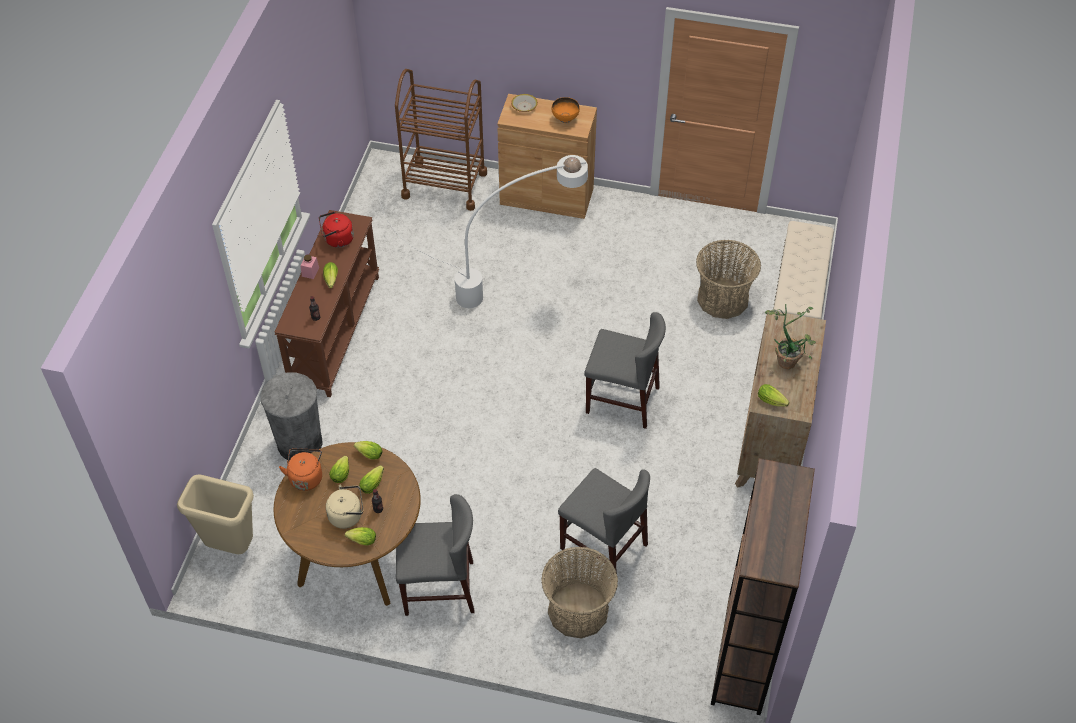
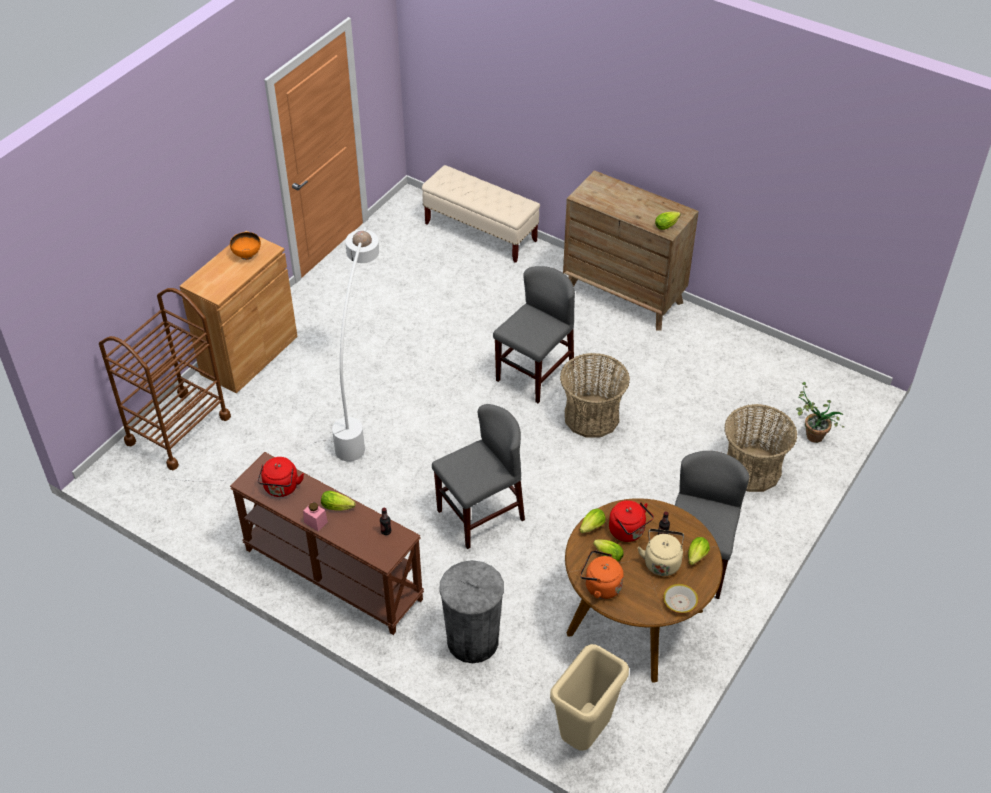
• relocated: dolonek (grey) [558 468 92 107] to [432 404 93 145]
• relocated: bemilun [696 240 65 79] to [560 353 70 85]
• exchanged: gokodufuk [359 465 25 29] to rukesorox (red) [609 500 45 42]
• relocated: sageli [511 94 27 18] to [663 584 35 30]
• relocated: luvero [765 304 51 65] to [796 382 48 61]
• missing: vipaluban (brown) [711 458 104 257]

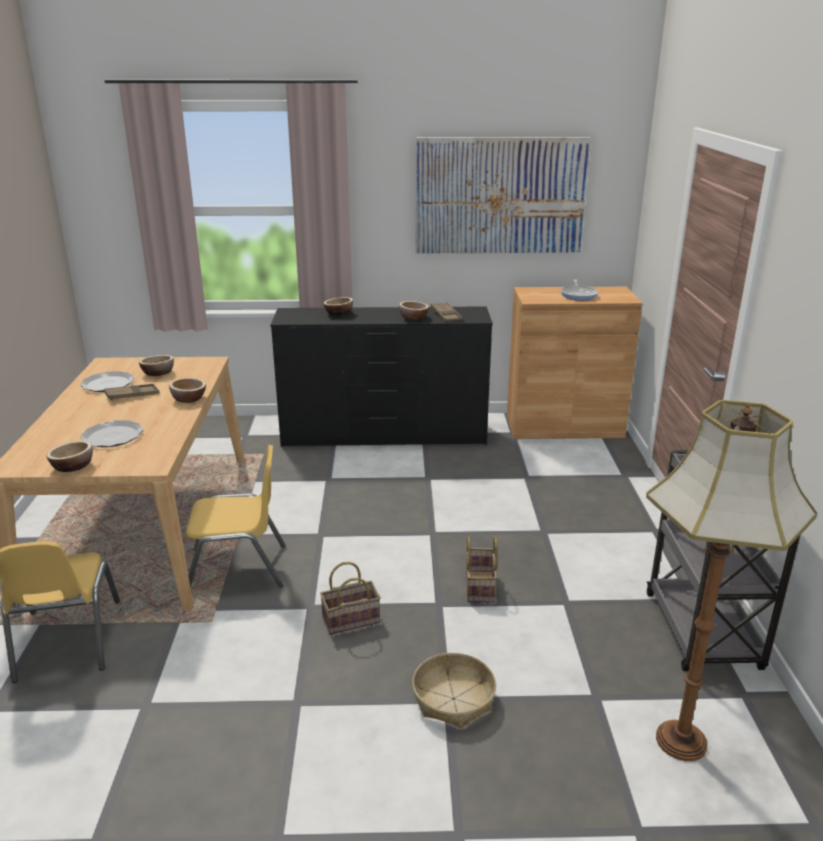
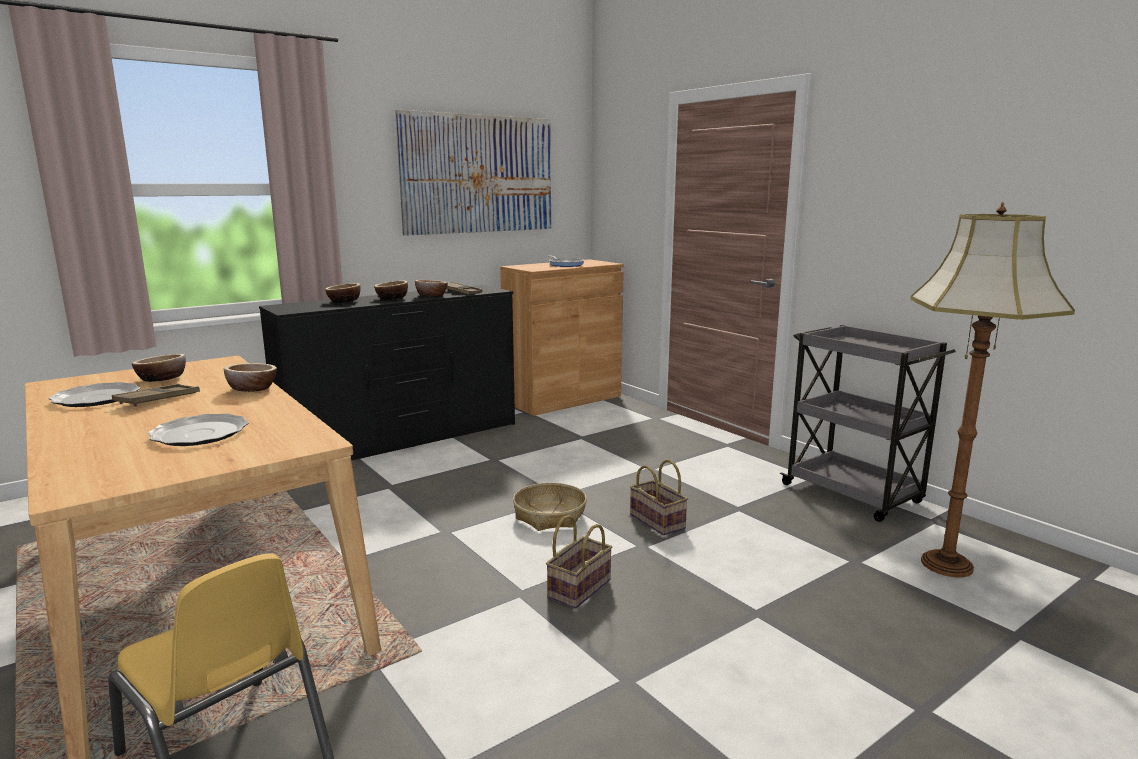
• relocated: sageli [46 441 47 31] to [374 281 34 19]
• relocated: bemilun [412 653 84 75] to [513 483 74 48]
• missing: dolonek (yellow) [186 445 99 143]

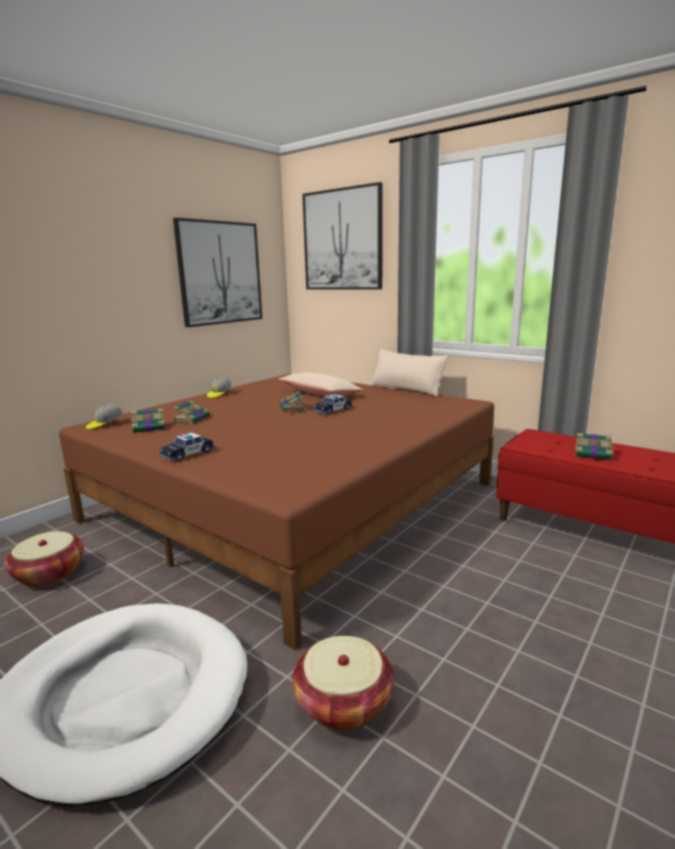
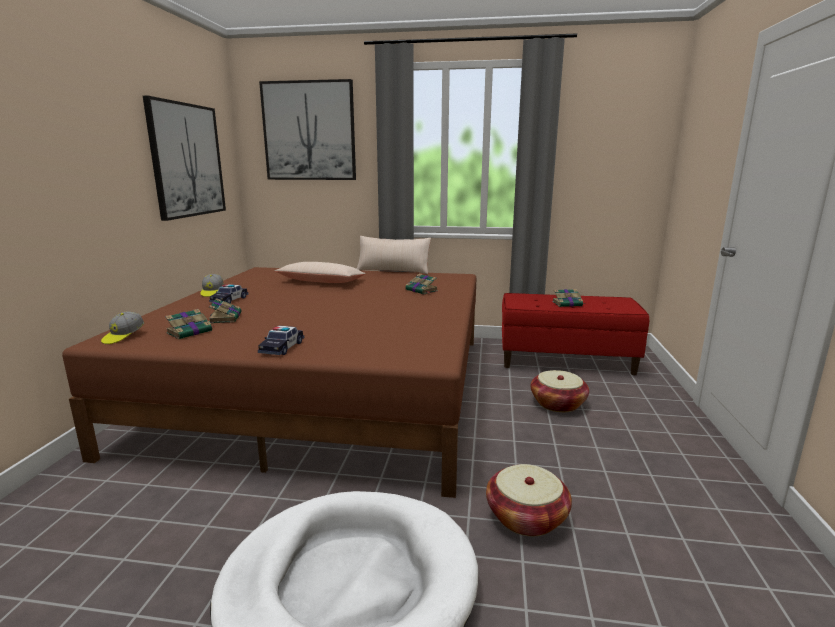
• relocated: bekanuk [313 394 39 21] to [209 284 39 19]
• relocated: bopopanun [280 391 26 22] to [405 274 33 21]
• relocated: bemilun [5 531 79 56] to [531 370 58 42]

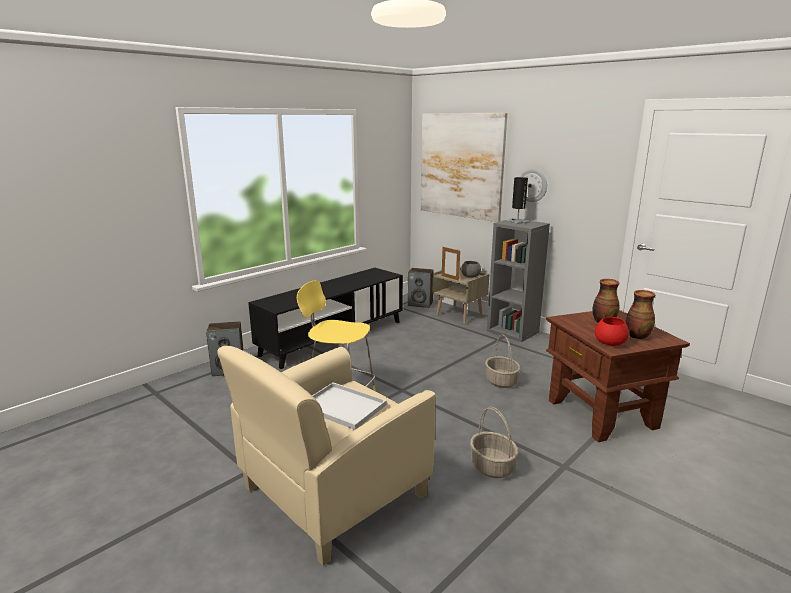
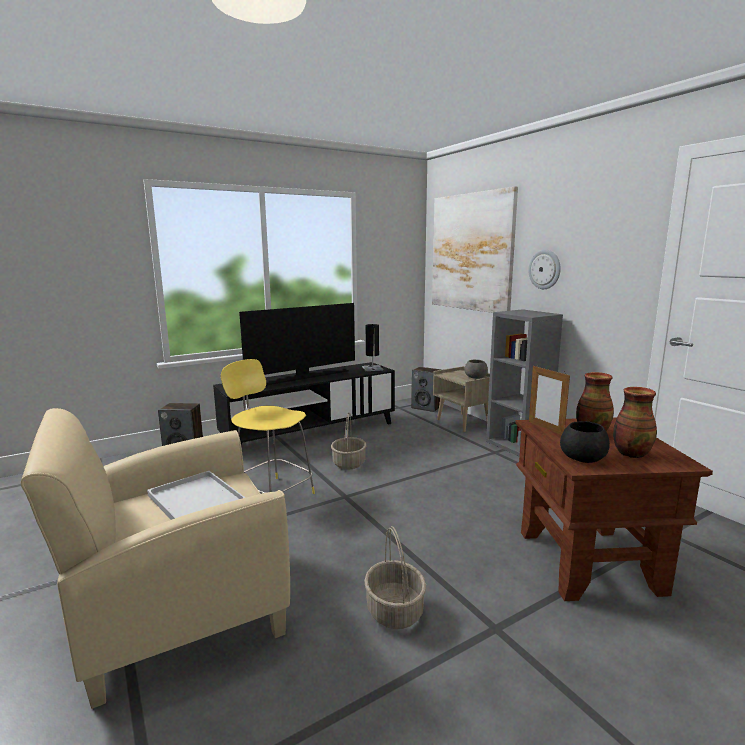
• appeared: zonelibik [239 303 116 82]
• relocated: bemilun [485 335 35 53] to [331 412 36 58]
• relocated: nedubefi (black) [505 177 25 47] to [362 324 21 47]
• relocated: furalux [442 247 18 34] to [529 366 41 69]
• colour: sageli (red) [595 317 34 29] to sageli (black) [560 421 50 42]

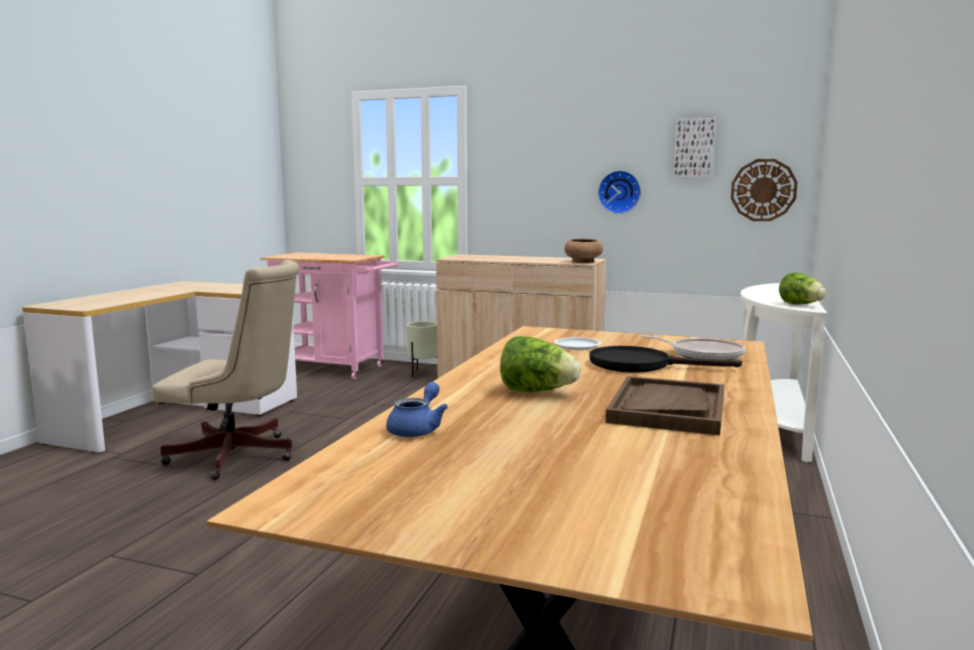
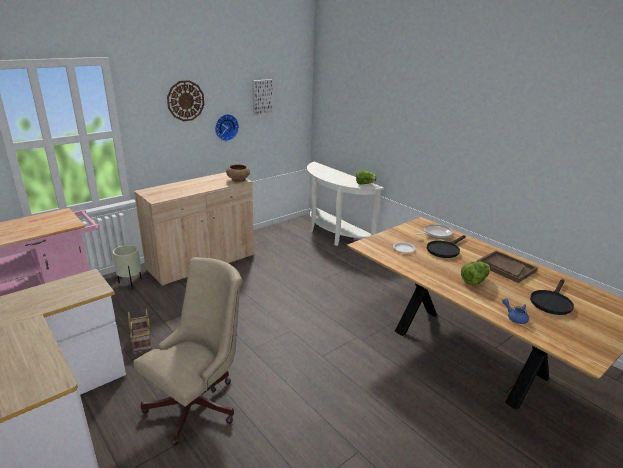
• appeared: bemilun [128 309 23 43]
• relocated: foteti [731 159 66 62] to [167 80 37 41]
• appeared: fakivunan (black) [530 279 44 36]

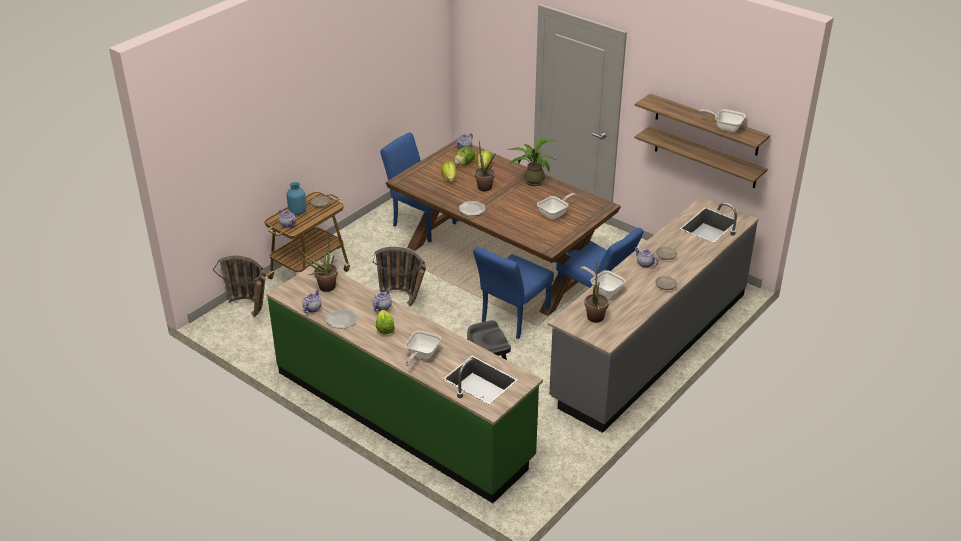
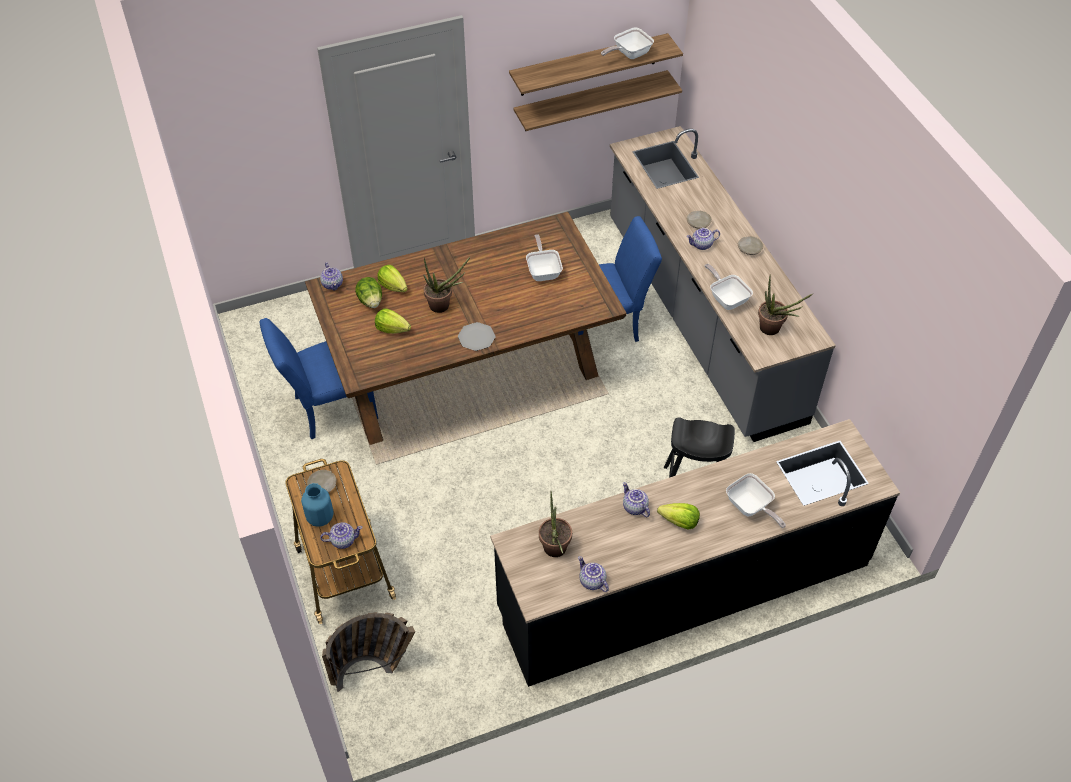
• colour: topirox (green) [266 261 277 242] to topirox (black) [490 419 410 268]
• spun: fakivunan [580 266 45 32] = [705 264 48 46] 75 degrees clockwise
• missing: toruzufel [326 309 31 20]
• missing: bemilun [373 247 53 60]
• missing: dolonek (blue) [473 246 81 93]
• missing: luvero [506 138 51 48]

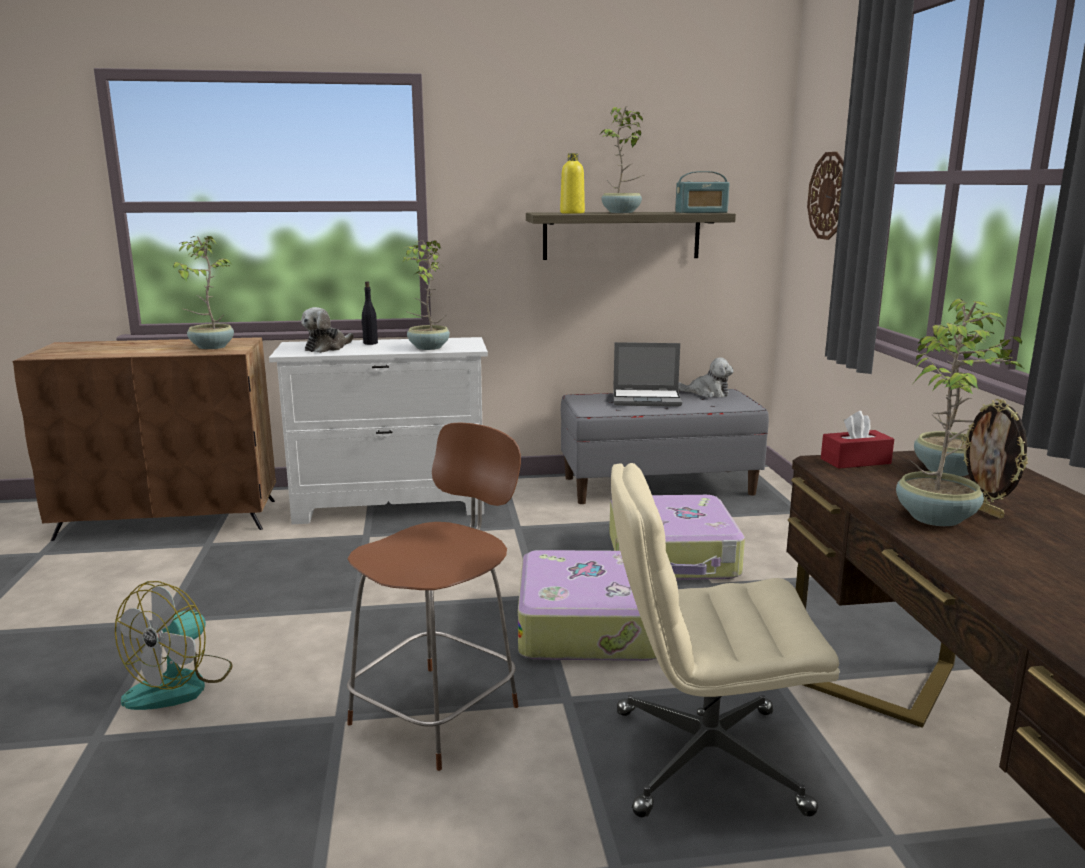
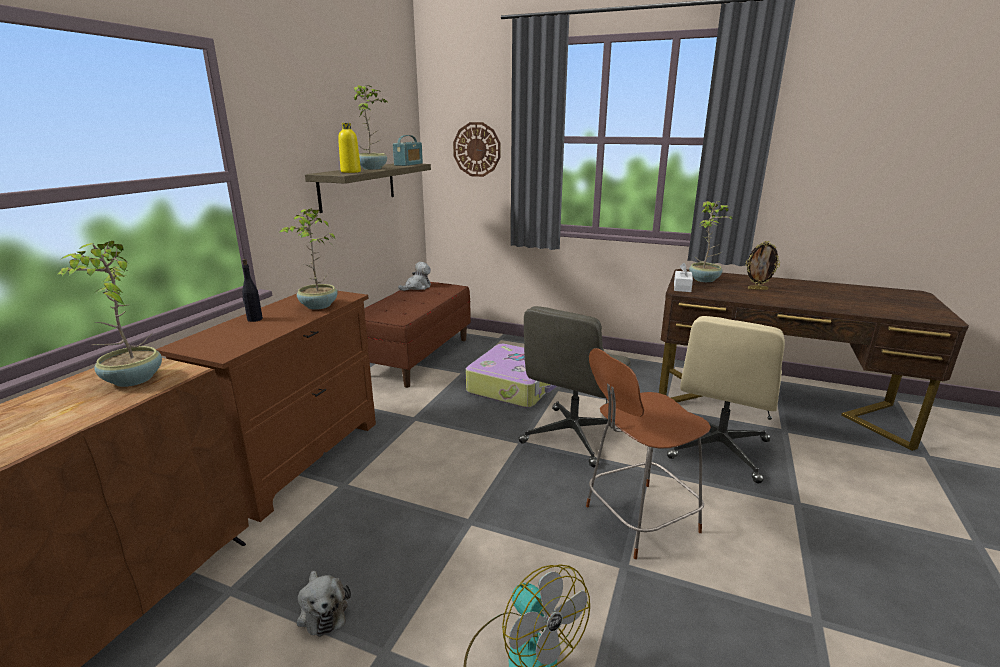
• colour: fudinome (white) [269 337 219 187] to fudinome (brown) [156 291 220 231]
• relocated: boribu [301 307 53 46] to [296 571 55 66]
• colour: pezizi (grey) [561 389 208 115] to pezizi (brown) [364 282 107 106]
• exchanged: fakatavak [518 550 139 111] to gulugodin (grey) [518 306 113 161]
• spun: dolonek (brown) [347 422 174 349] = [586 348 125 211] 90 degrees counterclockwise
• colour: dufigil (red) [821 411 73 58] to dufigil (white) [674 263 19 29]
• missing: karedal [613 342 69 65]
• missing: luvero [896 321 127 205]

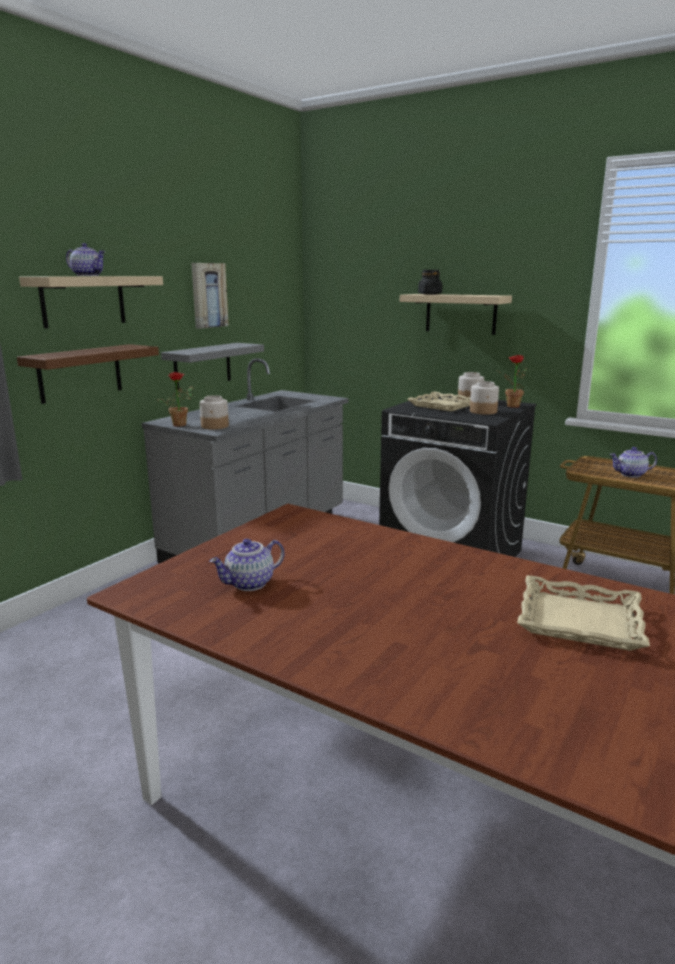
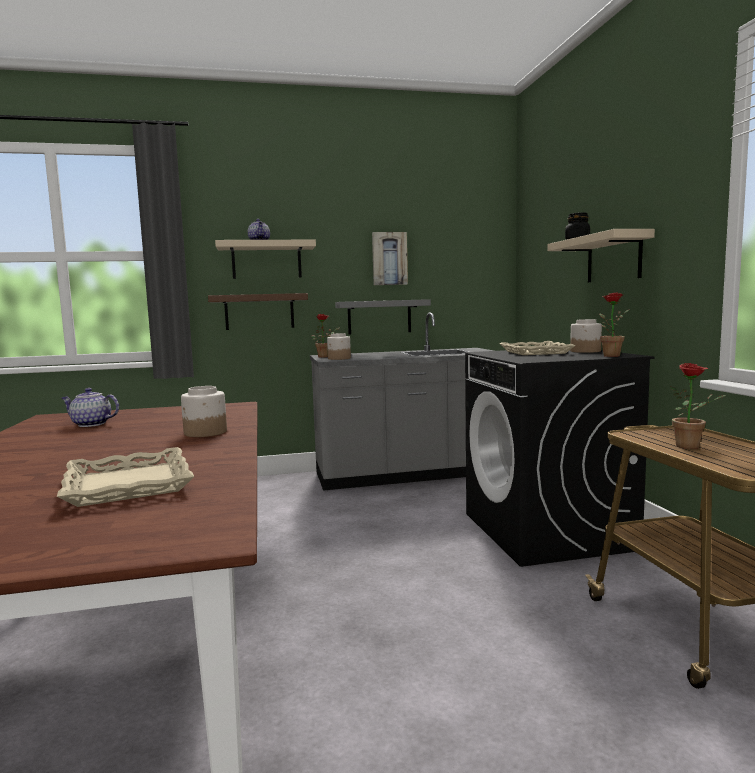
• relocated: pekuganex [470 381 29 34] to [181 386 46 51]
• exchanged: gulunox [610 447 47 31] to luvero [670 363 56 86]

